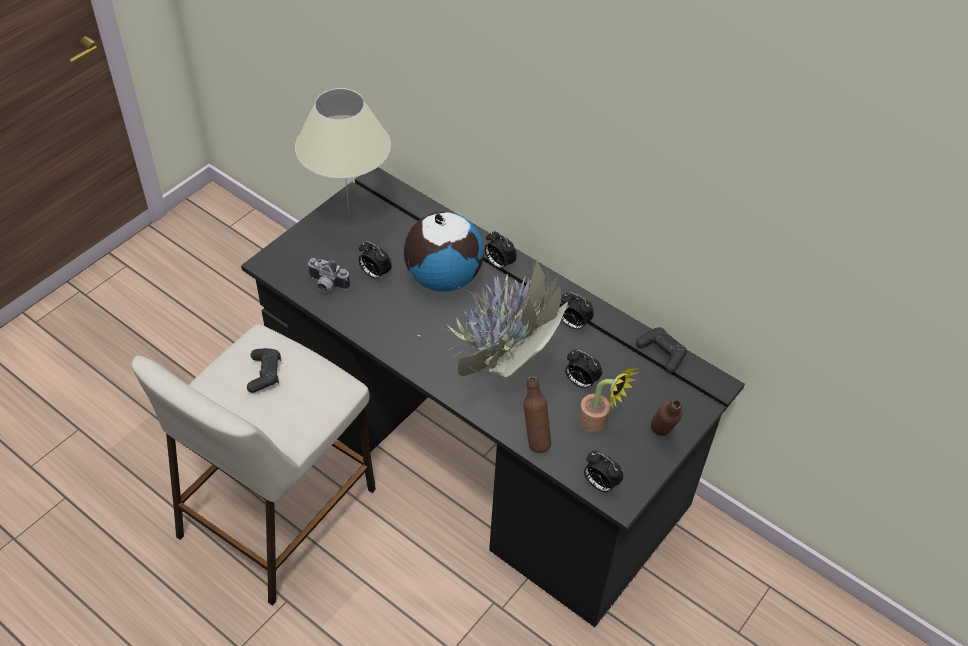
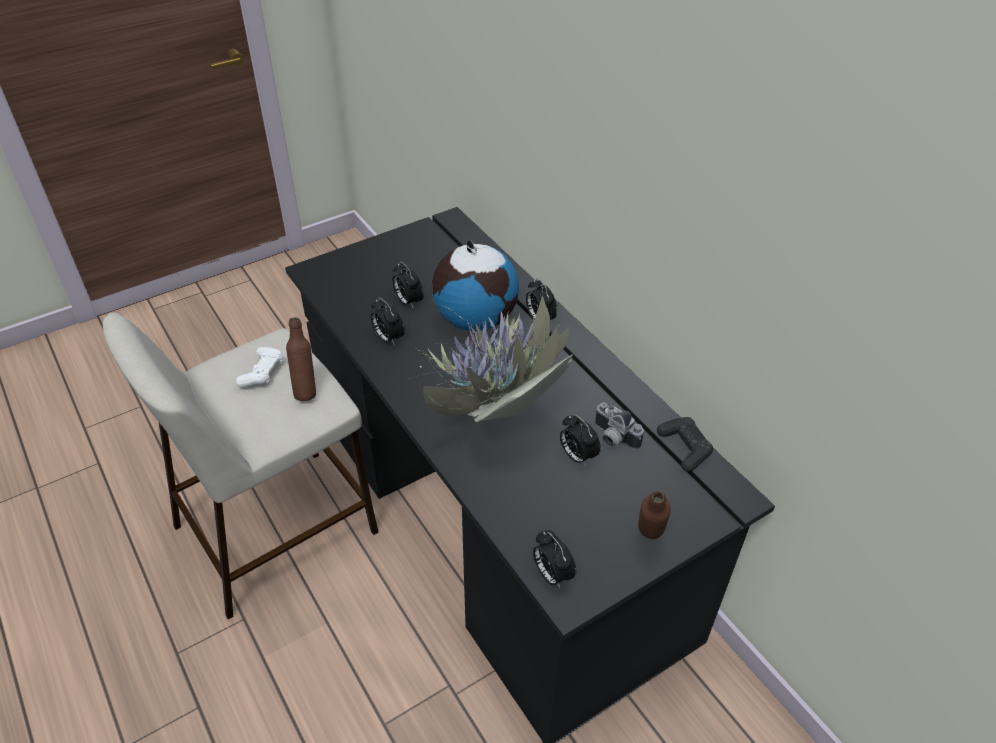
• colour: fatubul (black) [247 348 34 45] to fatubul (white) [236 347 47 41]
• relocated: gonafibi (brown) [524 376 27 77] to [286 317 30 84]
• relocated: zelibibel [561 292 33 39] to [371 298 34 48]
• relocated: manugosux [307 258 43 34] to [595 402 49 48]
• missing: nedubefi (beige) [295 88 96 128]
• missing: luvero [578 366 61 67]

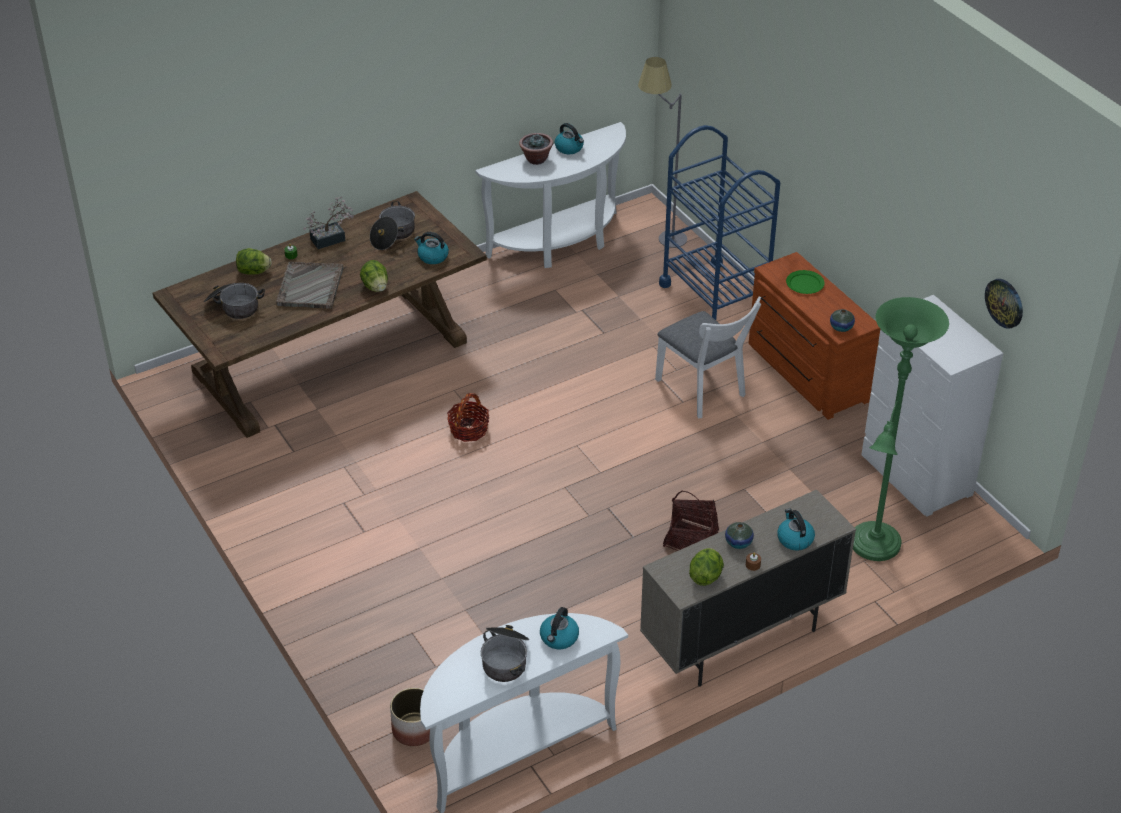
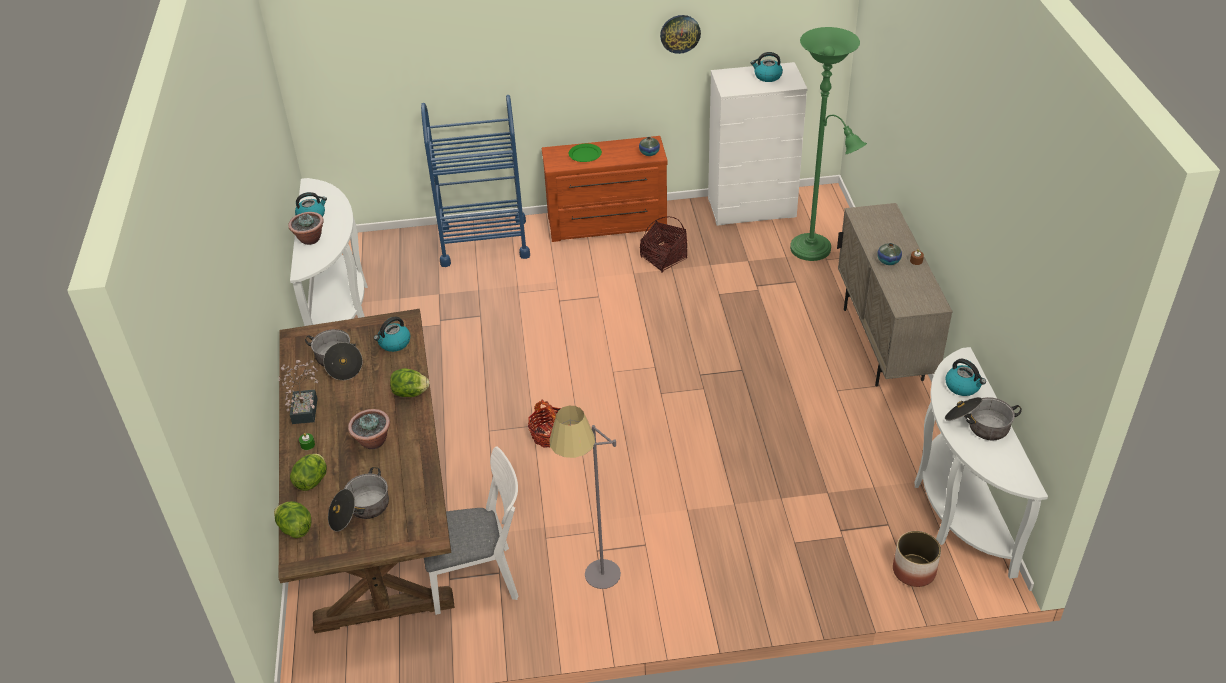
• relocated: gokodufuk [689 548 35 38] to [274 501 37 37]
• exchanged: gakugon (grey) [276 261 68 48] to luvero [348 409 42 40]
• relocated: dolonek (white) [655 297 106 122] to [424 446 94 169]
• relocated: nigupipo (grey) [638 57 49 191] to [549 406 72 183]
• relocated: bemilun [663 491 56 60] to [640 217 47 55]
• relocated: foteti [985 279 38 50] to [660 15 41 39]
• relocated: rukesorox [777 509 38 41] to [751 52 32 30]

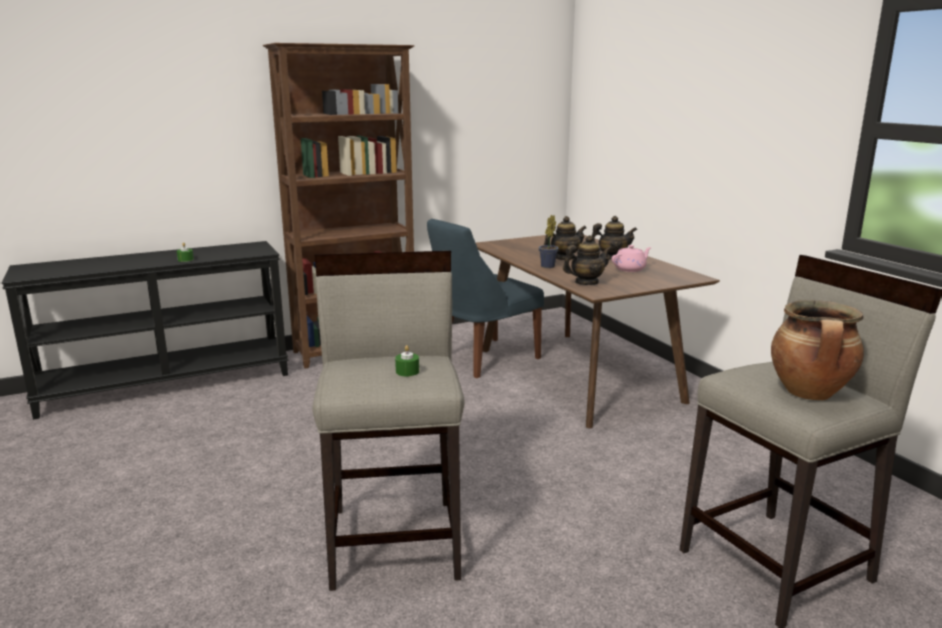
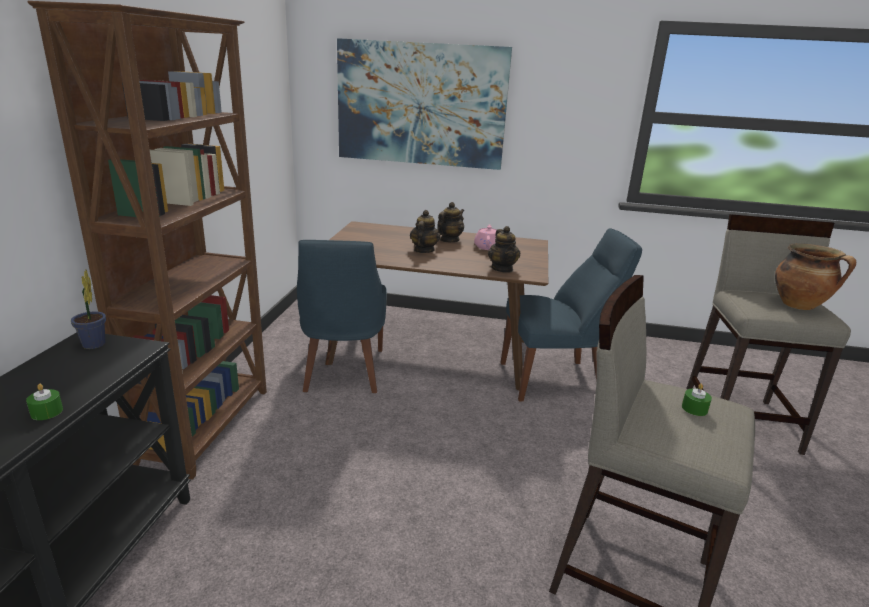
• relocated: luvero [539 215 20 53] to [71 270 35 79]
• appeared: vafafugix [337 38 175 132]
• spun: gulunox [563 235 49 50] = [488 226 33 47] 150 degrees clockwise
• appeared: dolonek (blue) [500 228 142 174]

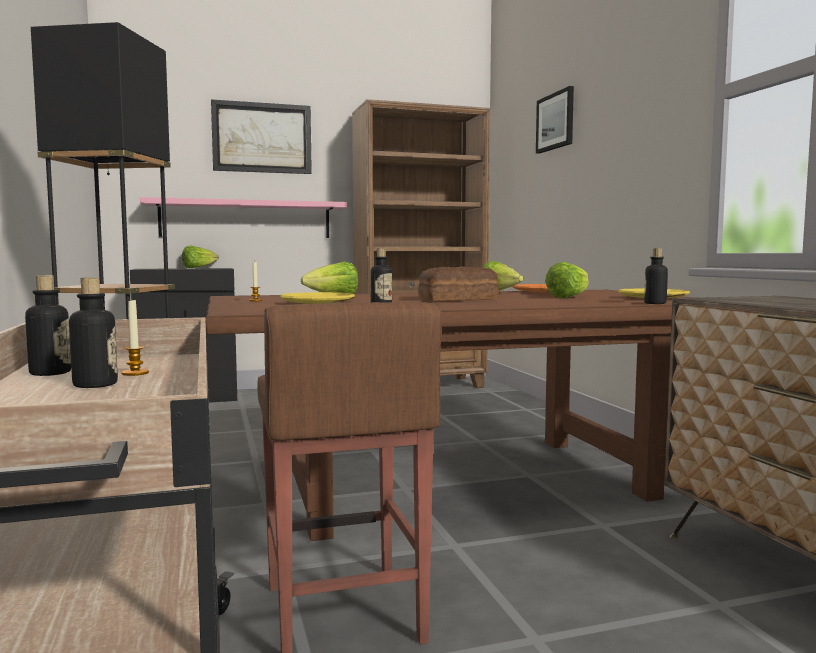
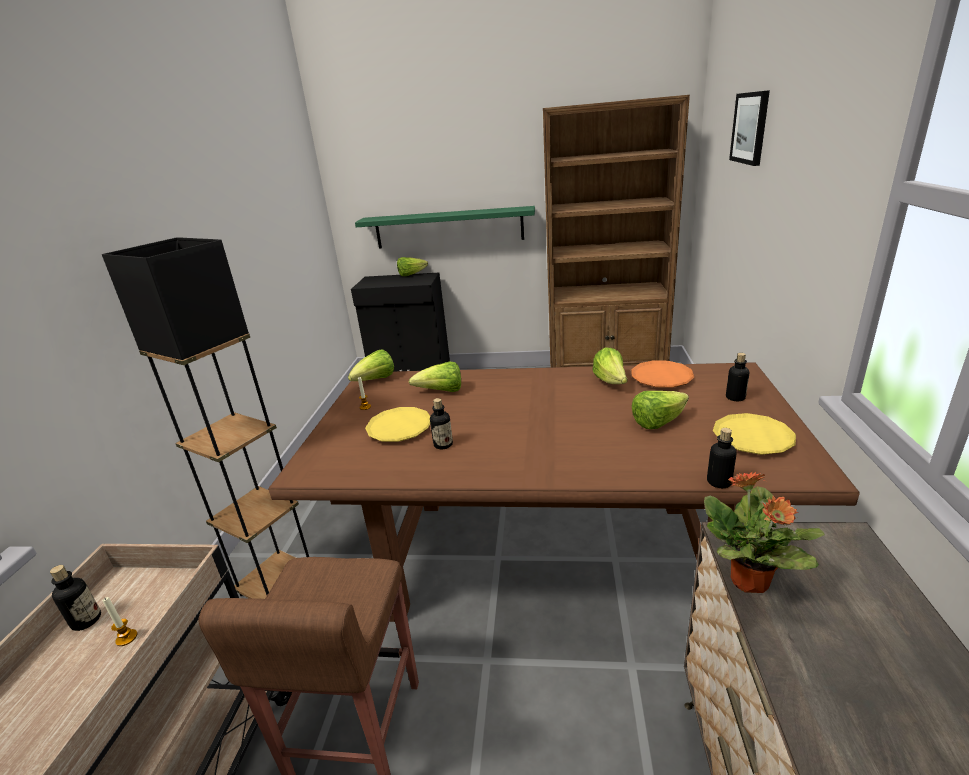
• appeared: gokodufuk [348 349 46 32]
• colour: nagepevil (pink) [140 197 207 41] to nagepevil (green) [355 206 180 43]
• appeared: luvero [704 472 121 121]
• relocated: gonafibi [69 277 49 111] to [726 353 23 48]
• missing: vafafugix [211 99 101 75]
• missing: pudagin [418 267 81 34]

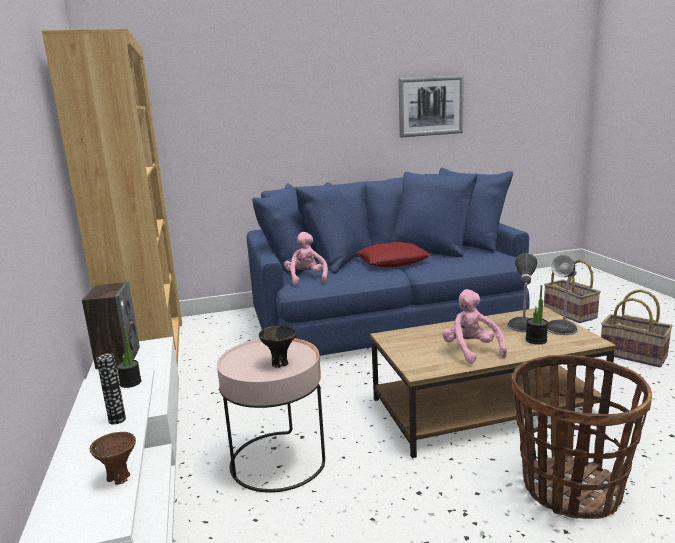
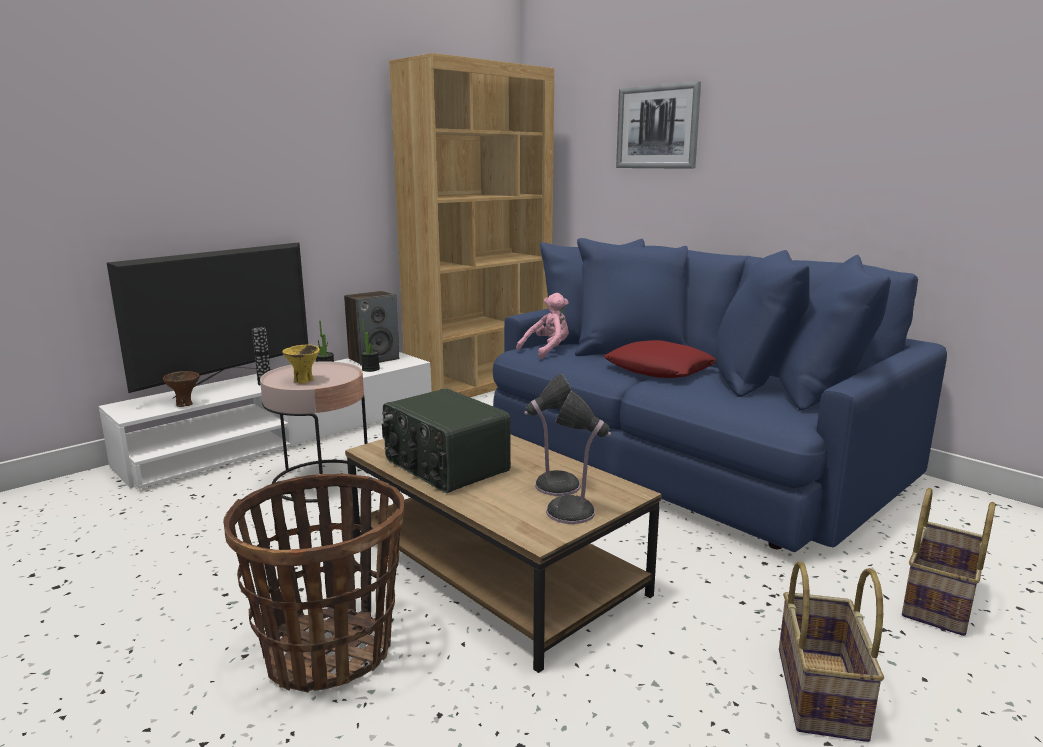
• appeared: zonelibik [107 242 201 157]
• colour: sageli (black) [259 325 37 43] to sageli (yellow) [282 345 38 39]
• relocated: luvero [526 285 22 60] to [361 319 19 53]
• exchanged: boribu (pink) [442 289 65 75] to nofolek [382 388 129 105]
• relocated: vafafugix [399 75 65 62] to [616 81 85 88]

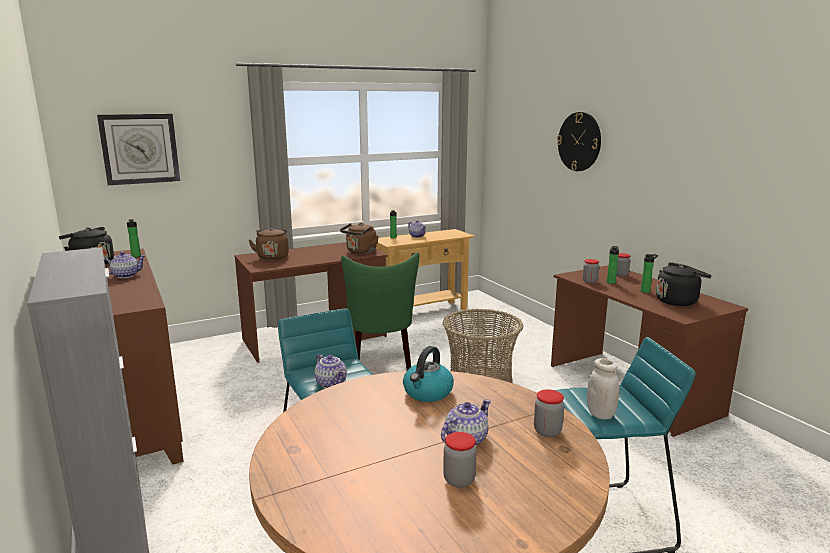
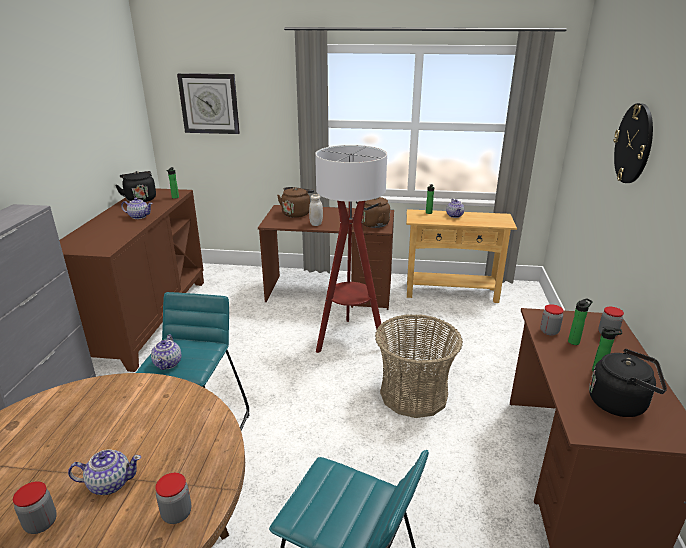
• relocated: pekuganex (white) [587 358 33 62] to [309 194 14 32]
• exchanged: dolonek (green) [341 252 79 119] to nigupipo [315 145 72 208]
• missing: rukesorox [403 346 51 56]

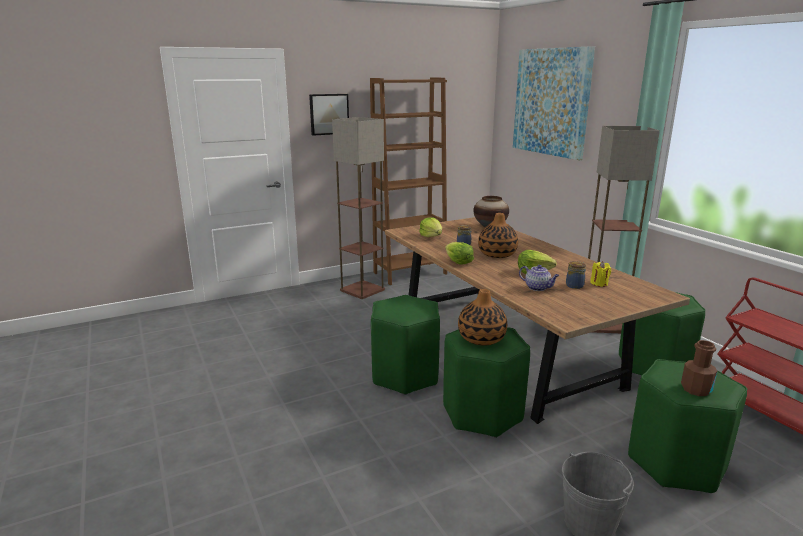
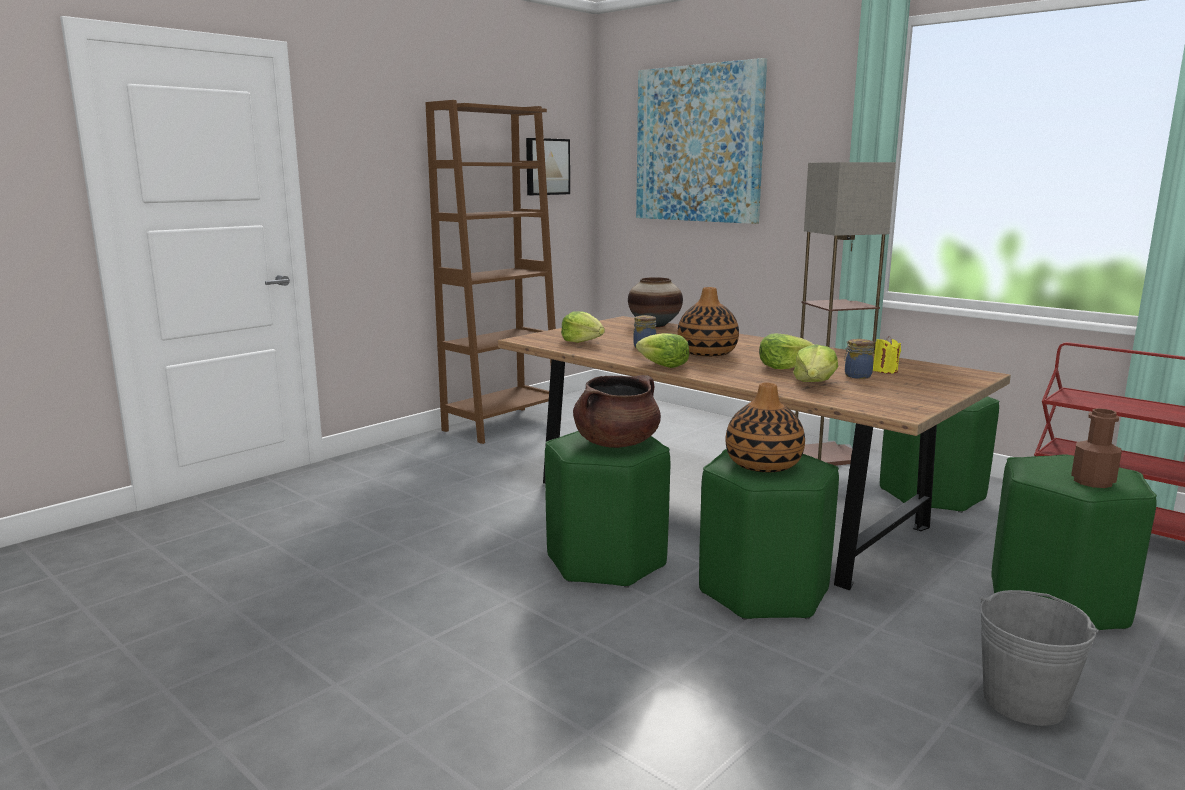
• relocated: vafafugix [309 94 40 42] to [526 138 44 57]
• appeared: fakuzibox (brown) [573 375 88 73]
• exchanged: gulunox [519 265 40 26] to gokodufuk [793 344 45 38]
• missing: nigupipo [332 117 53 182]

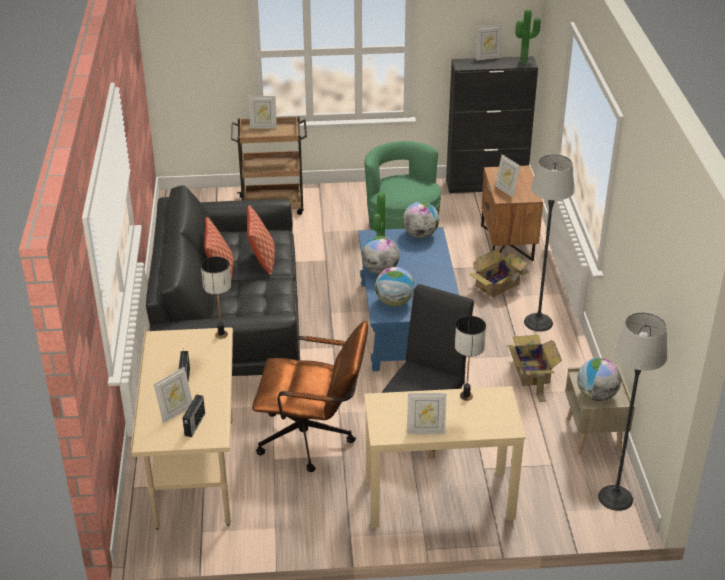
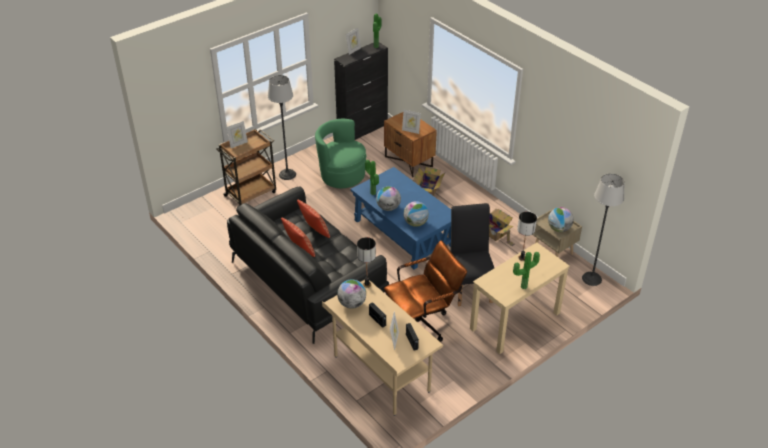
• relocated: nigupipo [524 154 51 178] to [268 75 28 105]
• relocated: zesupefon [403 202 36 36] to [337 279 29 30]
• exchanged: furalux [407 393 40 41] to luvero [513 252 27 37]

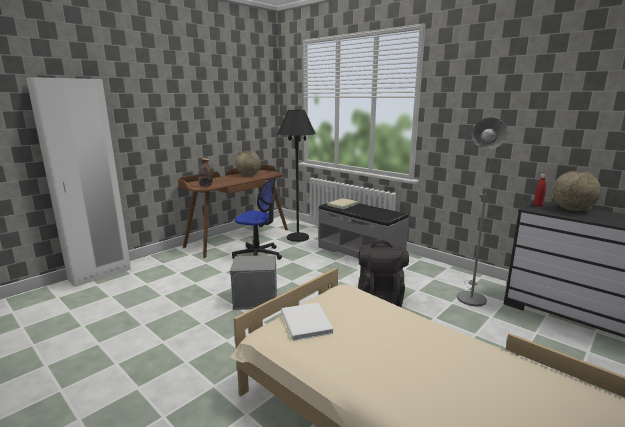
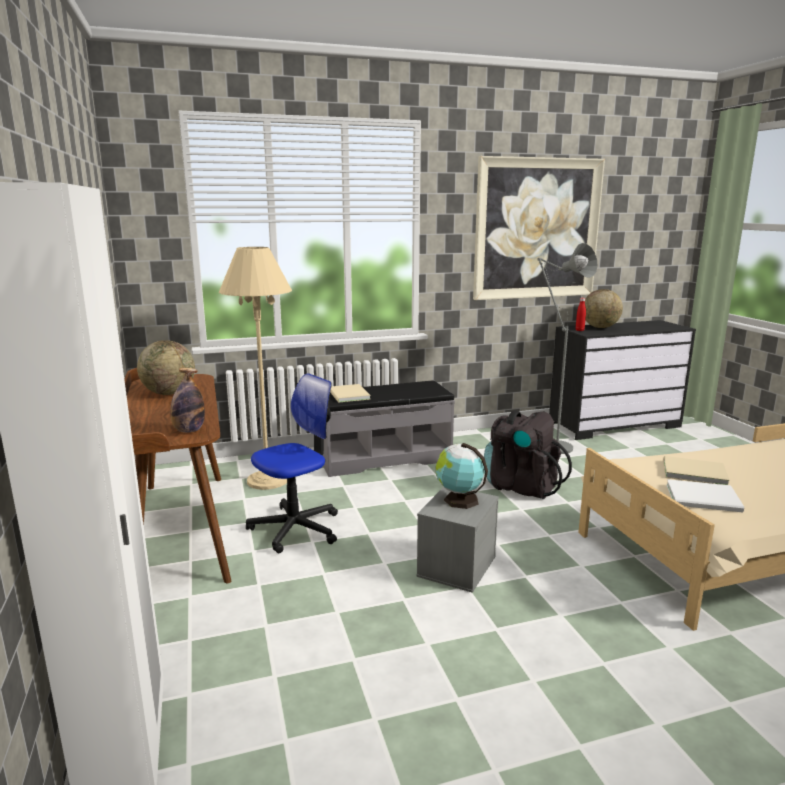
• colour: nigupipo (black) [277 110 39 132] to nigupipo (beige) [219 247 73 243]
• appeared: zesupefon [436 443 52 66]
• appeared: vafafugix [473 156 132 144]
• appeared: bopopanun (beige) [663 456 67 29]

